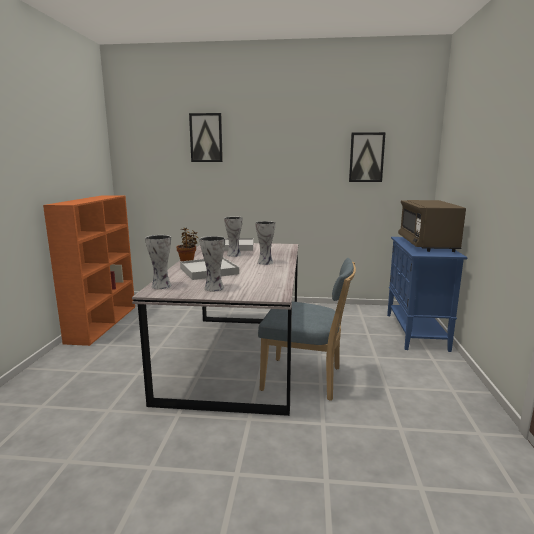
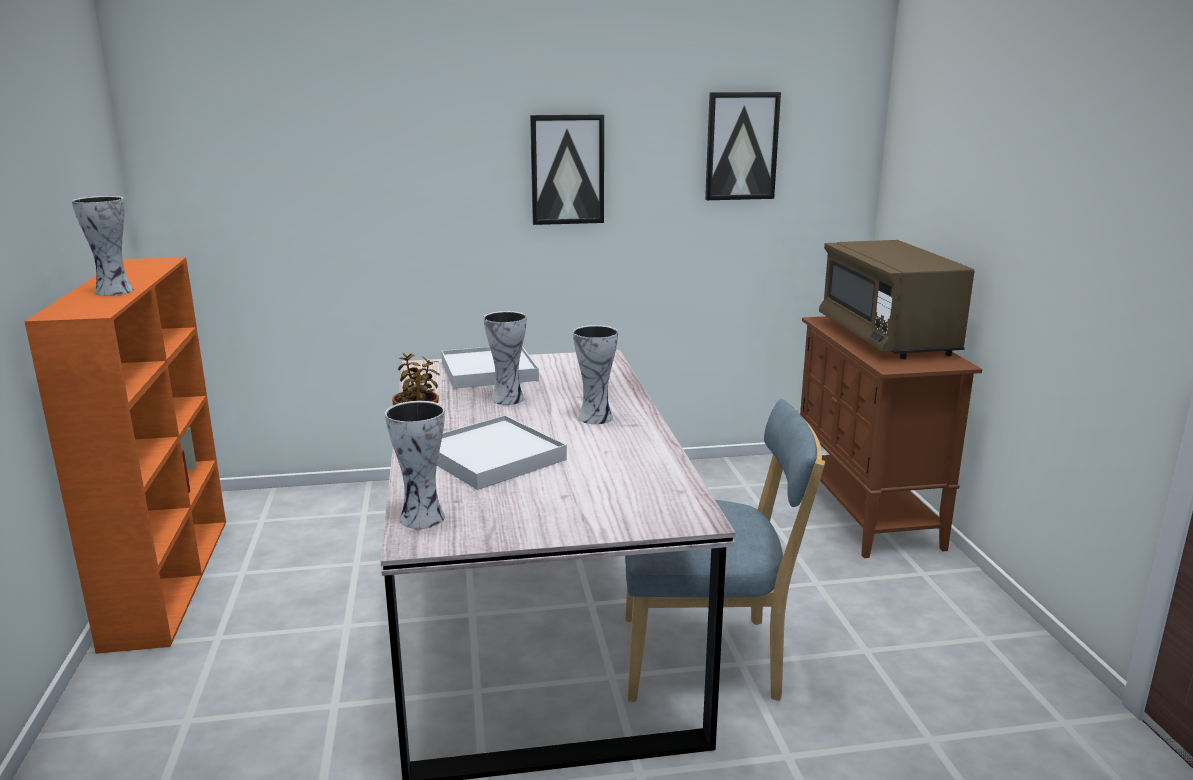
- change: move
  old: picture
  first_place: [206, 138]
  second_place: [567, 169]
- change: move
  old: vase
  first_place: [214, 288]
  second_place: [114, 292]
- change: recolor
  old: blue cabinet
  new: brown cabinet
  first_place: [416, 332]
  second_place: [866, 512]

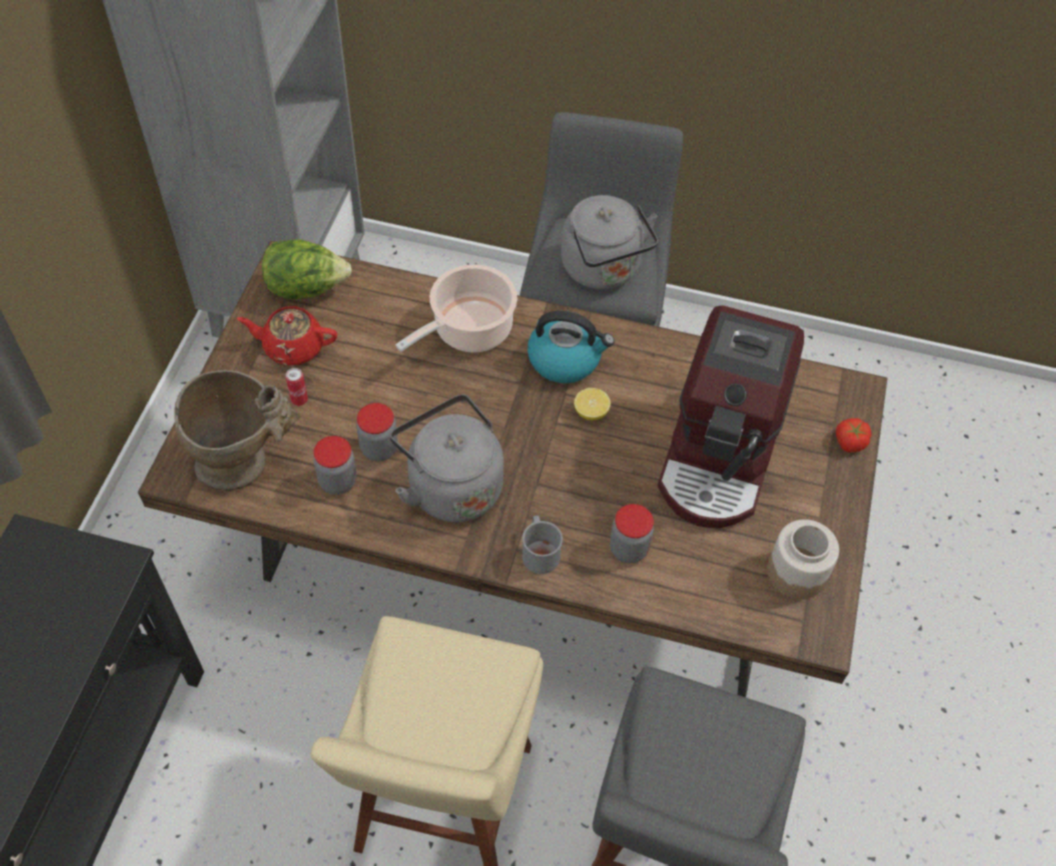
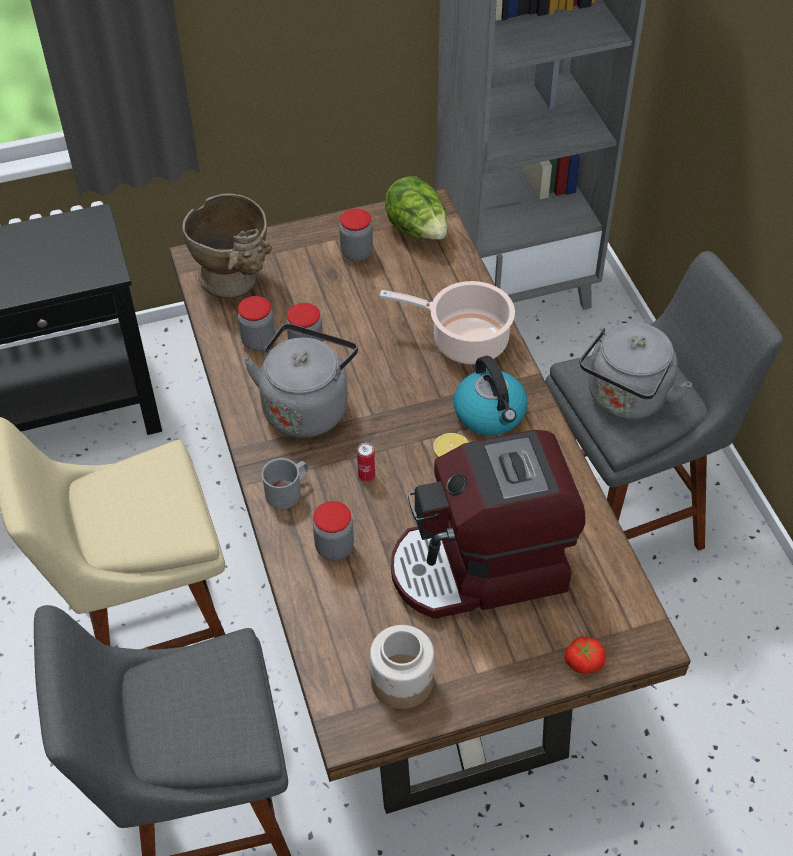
- change: replace
  old: red teapot
  new: jar
  first_place: [292, 347]
  second_place: [356, 253]
- change: move
  old: can
  first_place: [299, 400]
  second_place: [366, 476]

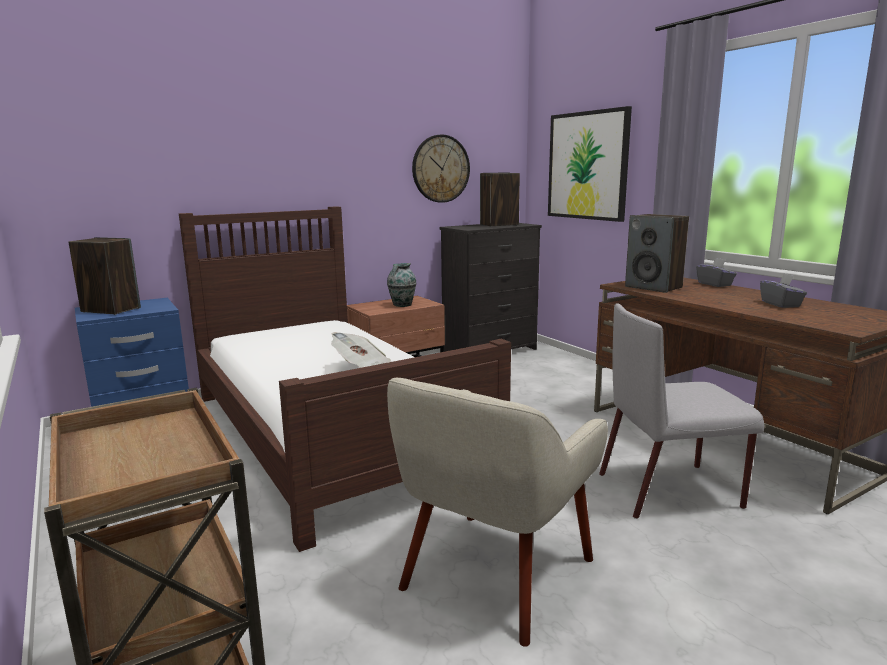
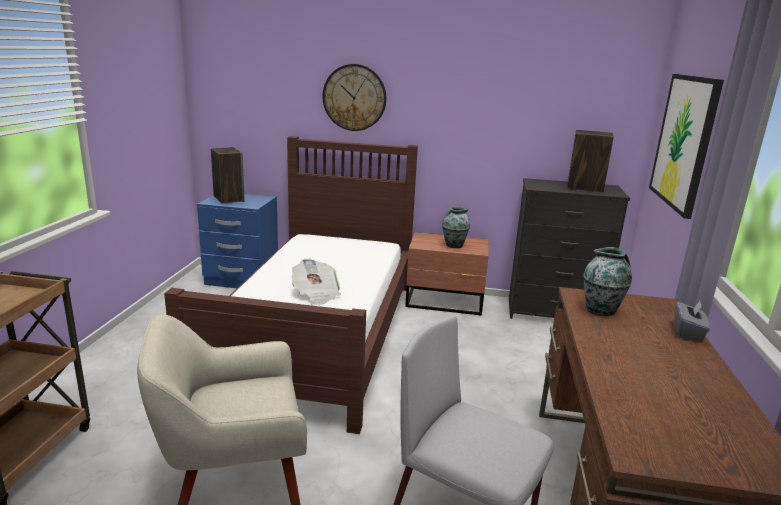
- change: move
  old: wall clock
  first_place: [440, 169]
  second_place: [354, 97]
- change: replace
  old: speaker
  new: vase
  first_place: [654, 287]
  second_place: [601, 310]
- change: delete
  old: grey tissue box
  first_place: [780, 304]

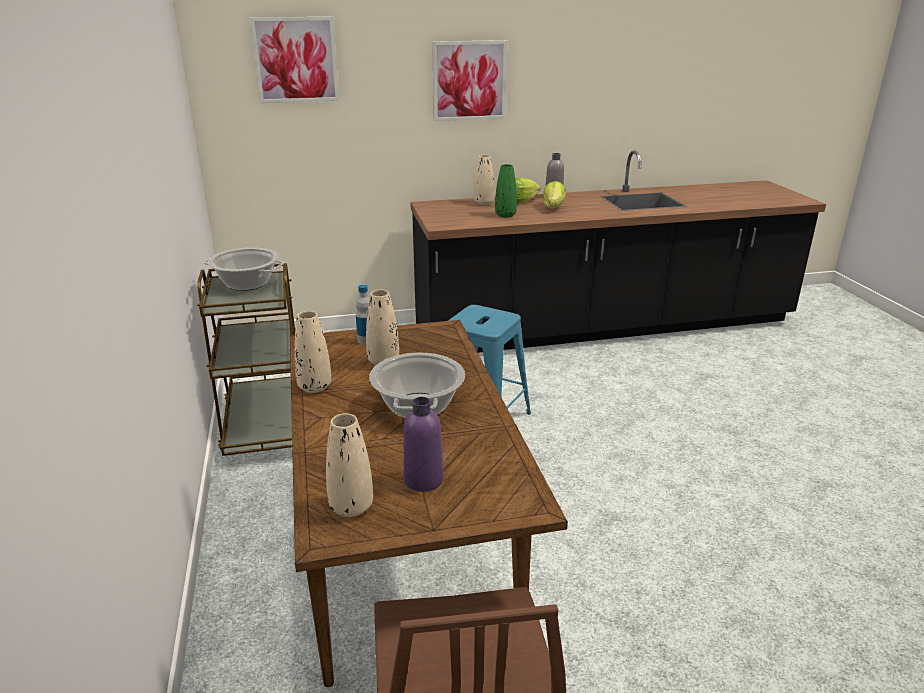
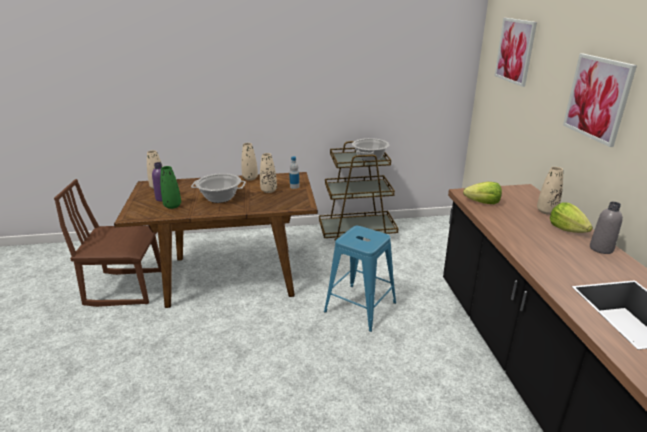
- change: move
  old: green vase
  first_place: [505, 215]
  second_place: [172, 206]
- change: move
  old: lettuce
  first_place: [553, 207]
  second_place: [483, 203]

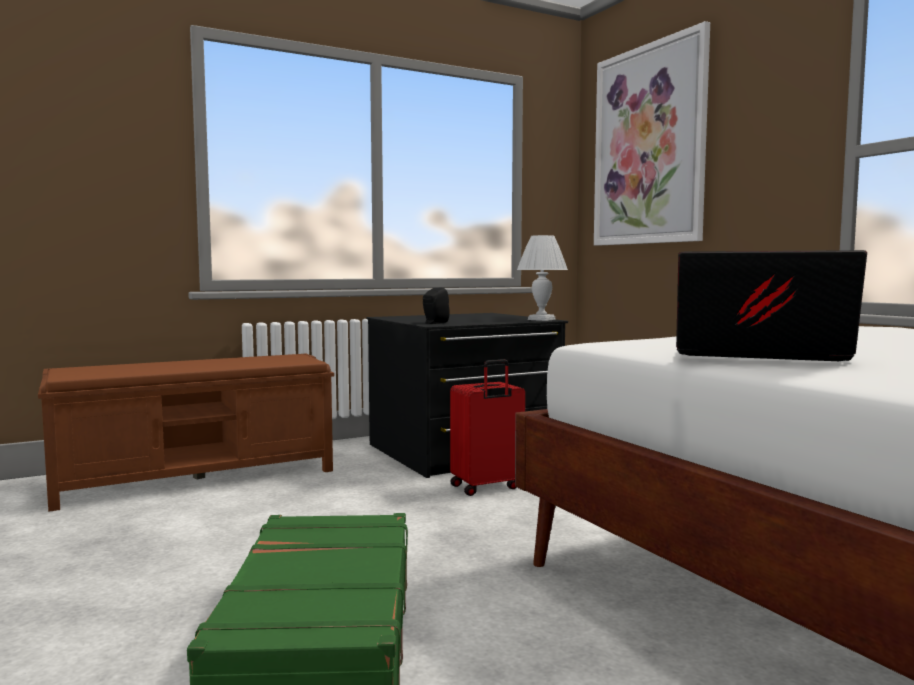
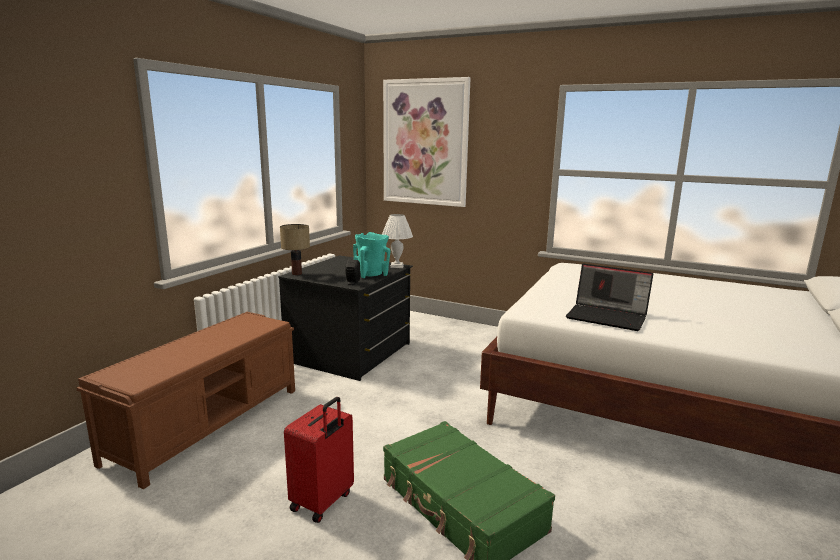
- change: rotate
  old: laptop
  first_place: [756, 355]
  second_place: [608, 317]
  degrees: -135
- change: move
  old: red suitcase
  first_place: [486, 487]
  second_place: [323, 502]
- change: insert
  new: table lamp
  second_place: [297, 274]
- change: insert
  new: turquoise vase
  second_place: [371, 274]

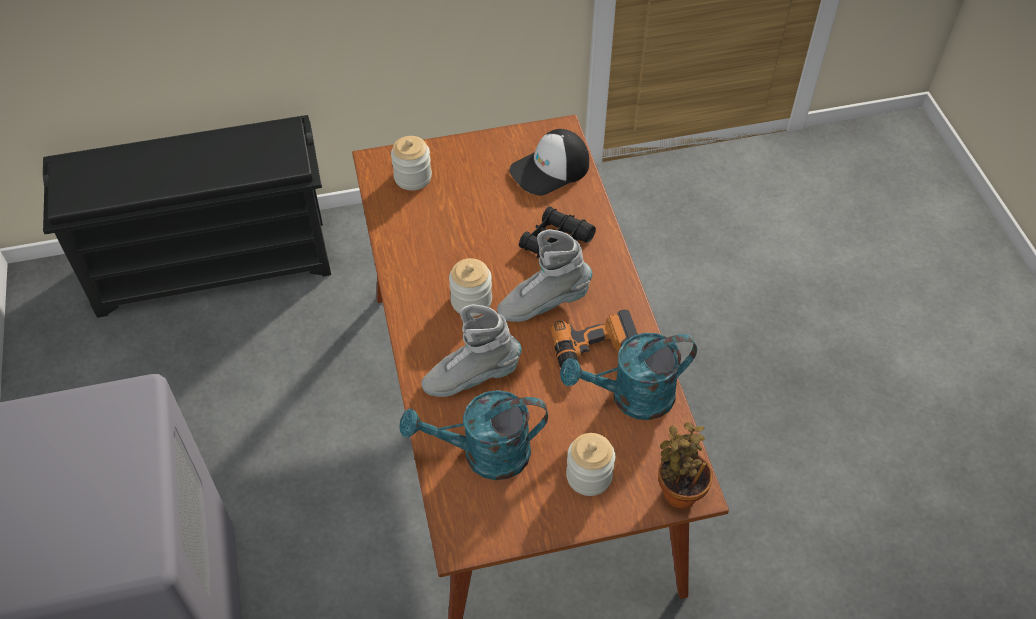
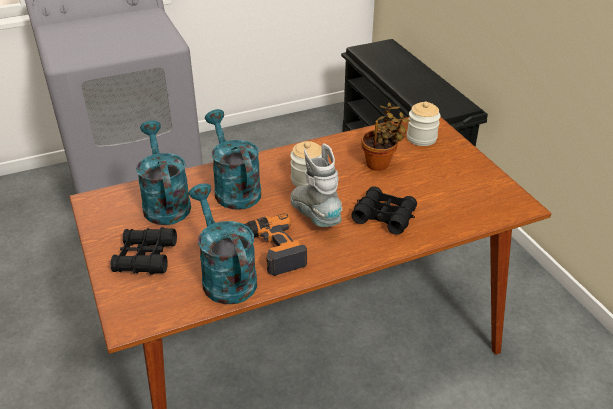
- change: delete
  old: cap
  first_place: [550, 169]
- change: replace
  old: grey boot
  new: turquoise watering can
  first_place: [471, 377]
  second_place: [234, 188]
- change: move
  old: potted plant
  first_place: [679, 490]
  second_place: [380, 164]
- change: replace
  old: jar
  new: black binoculars
  first_place: [589, 476]
  second_place: [145, 257]

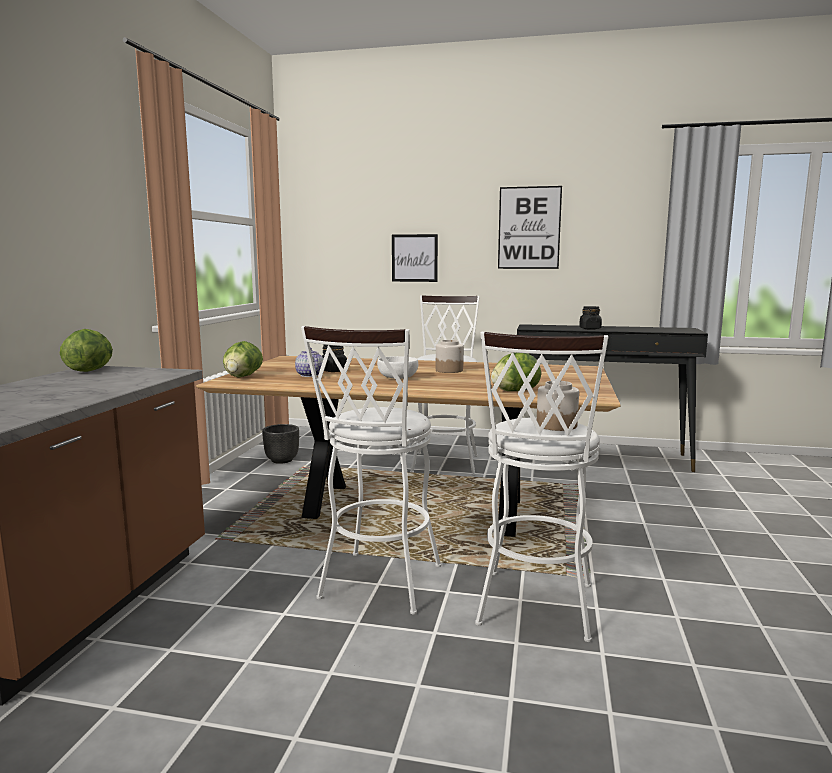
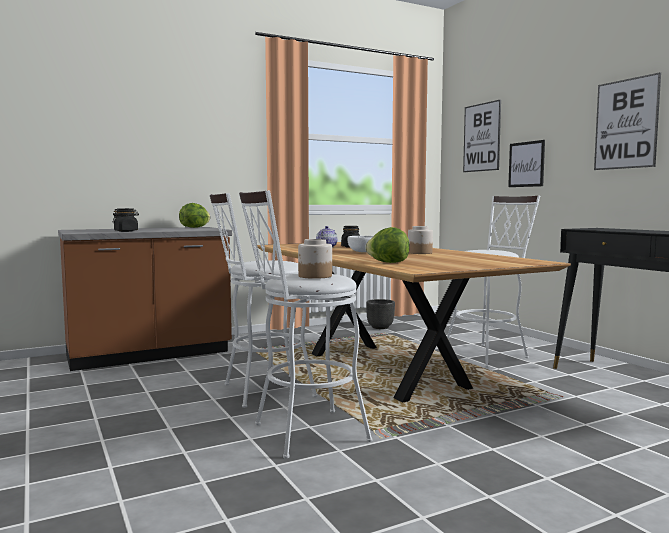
- change: move
  old: black jar
  first_place: [590, 328]
  second_place: [126, 231]
- change: delete
  old: lettuce
  first_place: [242, 376]
- change: insert
  new: picture
  second_place: [481, 137]

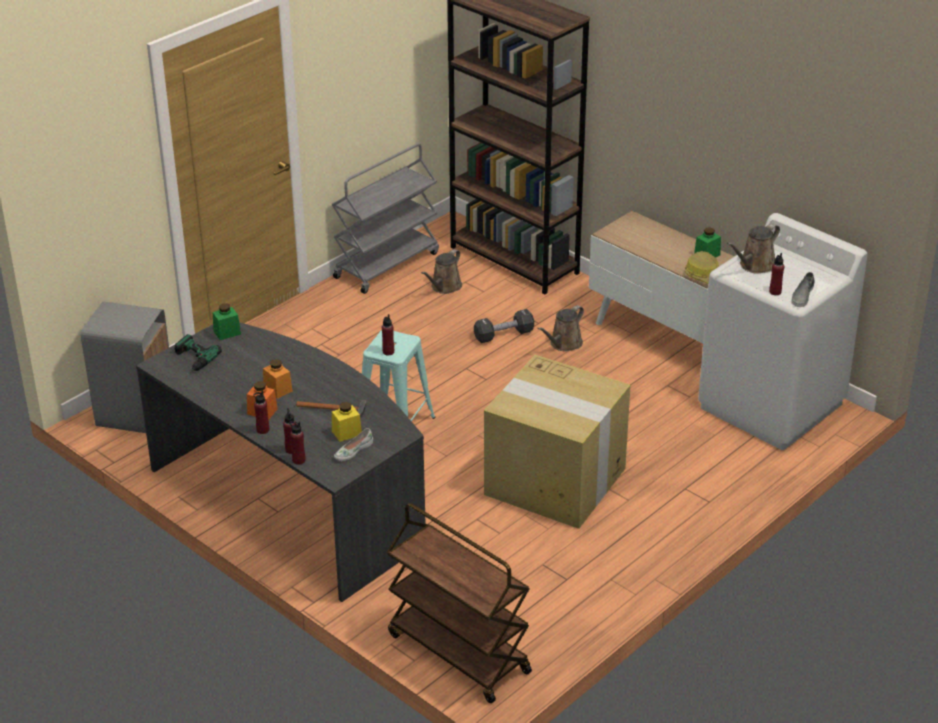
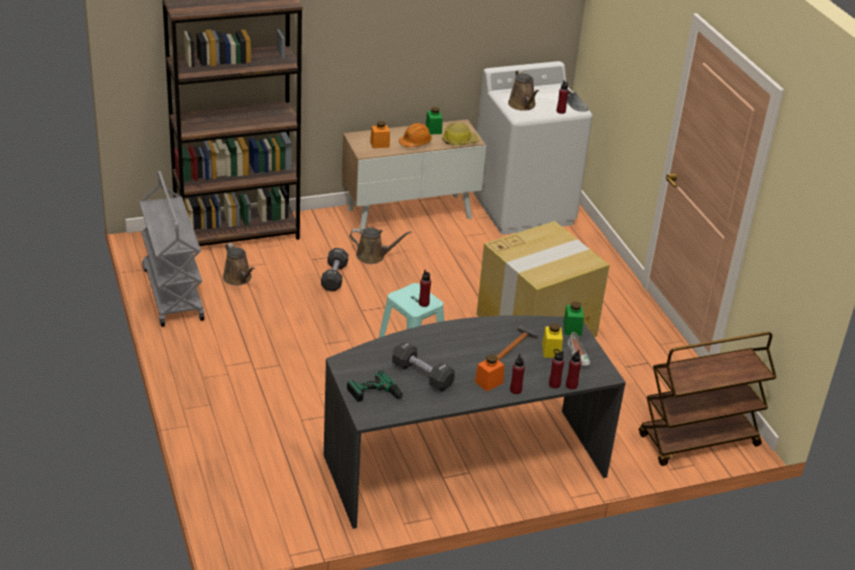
- change: delete
  old: grey trash can
  first_place: [136, 414]
- change: move
  old: green jar
  first_place: [227, 332]
  second_place: [572, 328]
- change: rotate
  old: brown watering can
  first_place: [564, 344]
  second_place: [373, 256]
  degrees: -60
- change: move
  old: orange jar
  first_place: [278, 389]
  second_place: [380, 144]
- change: insert
  new: orange hard hat
  second_place: [415, 142]
- change: insert
  new: black dumbbell
  second_place: [422, 375]

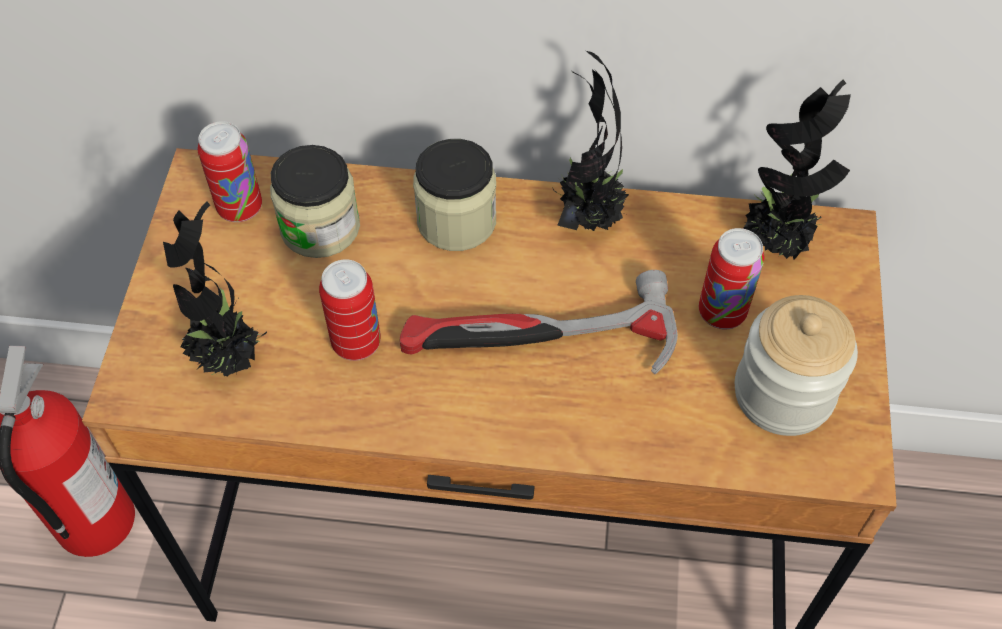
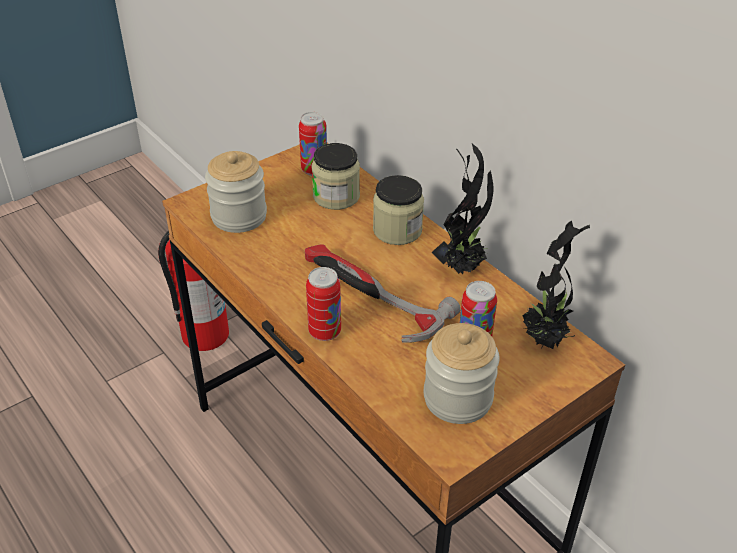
- change: replace
  old: potted plant
  new: jar
  first_place: [230, 358]
  second_place: [239, 216]
- change: move
  old: can
  first_place: [356, 343]
  second_place: [324, 332]

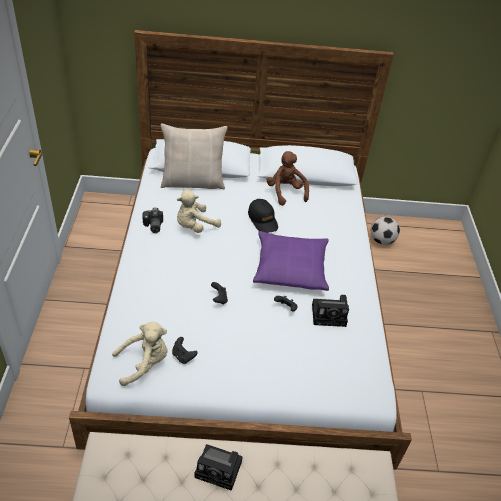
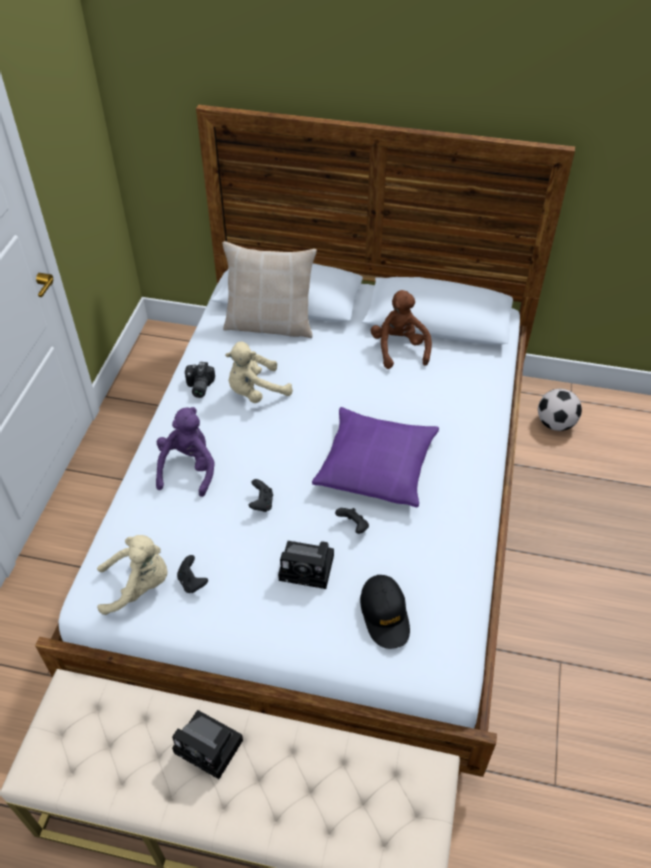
- change: move
  old: black cap
  first_place: [263, 220]
  second_place: [385, 615]
- change: move
  old: photo camera
  first_place: [330, 315]
  second_place: [309, 568]
- change: insert
  new: purple plush toy
  second_place: [188, 468]

